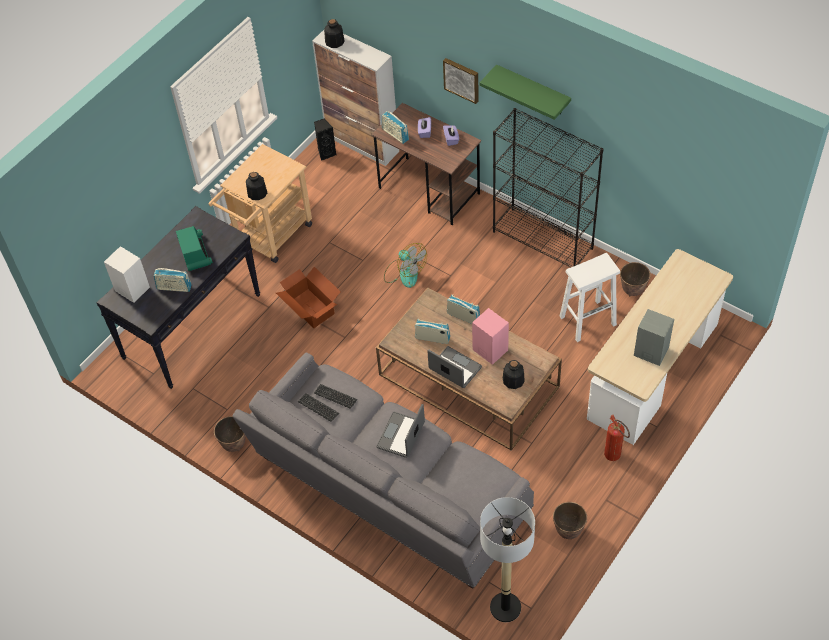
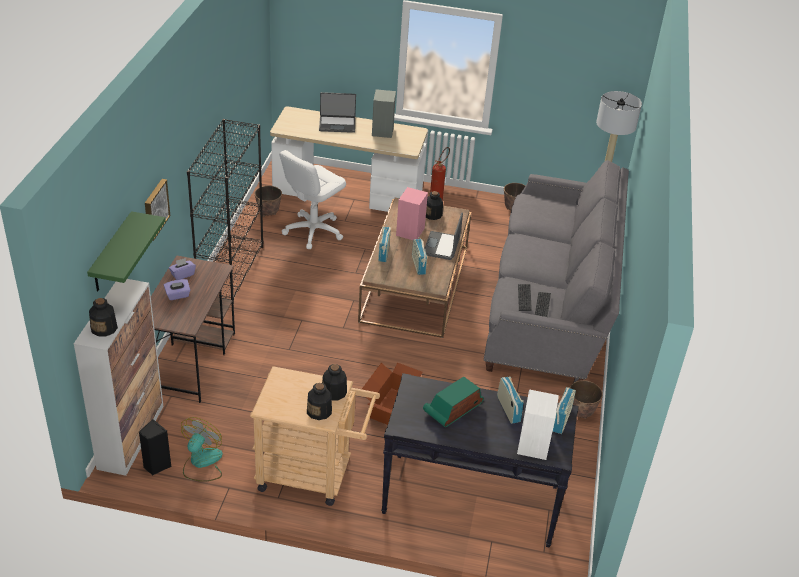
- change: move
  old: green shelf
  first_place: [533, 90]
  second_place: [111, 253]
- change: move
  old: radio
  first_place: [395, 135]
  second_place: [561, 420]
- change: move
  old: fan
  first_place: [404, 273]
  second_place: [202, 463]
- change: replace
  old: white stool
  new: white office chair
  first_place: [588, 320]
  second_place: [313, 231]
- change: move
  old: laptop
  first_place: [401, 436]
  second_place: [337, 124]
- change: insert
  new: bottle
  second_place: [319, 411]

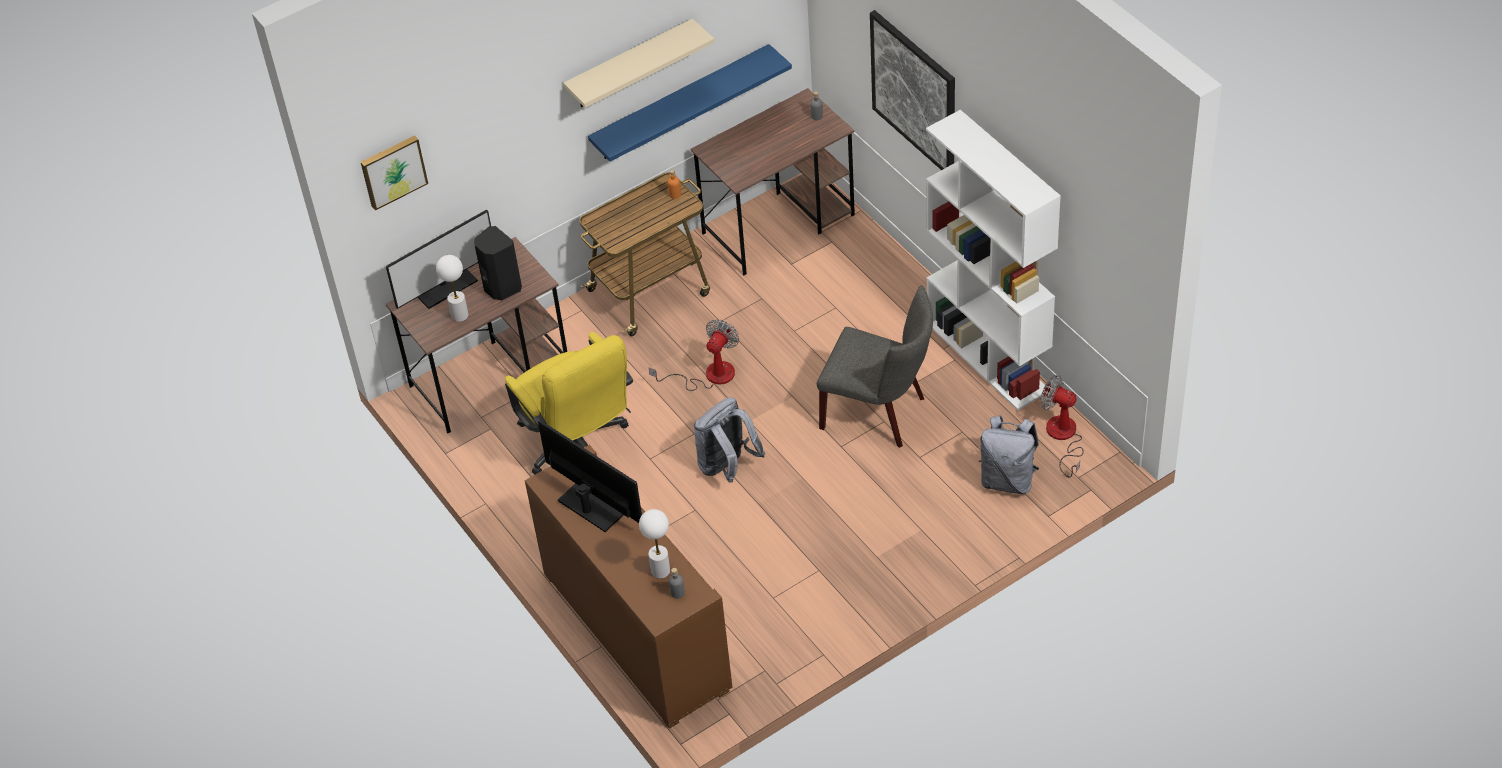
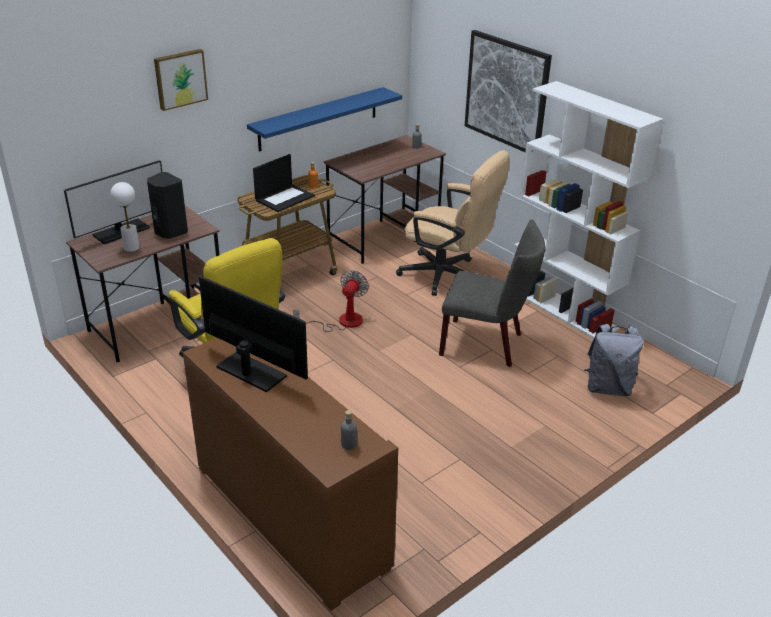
- change: delete
  old: beige shelf
  first_place: [630, 65]
- change: move
  old: picture
  first_place: [393, 170]
  second_place: [180, 79]
- change: delete
  old: fan
  first_place: [1063, 437]
- change: delete
  old: grey backpack
  first_place: [727, 467]
- change: delete
  old: white table lamp
  first_place: [660, 571]
- change: insert
  new: beige office chair
  second_place: [448, 277]
- change: insert
  new: laptop
  second_place: [284, 198]

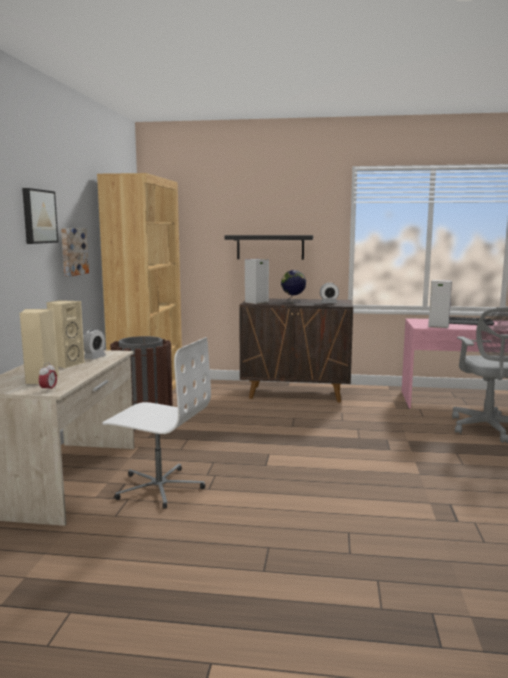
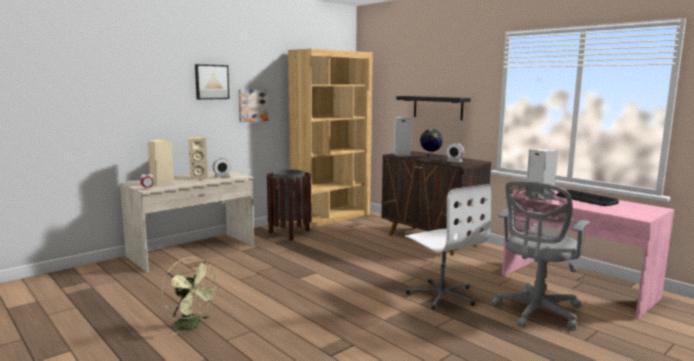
- change: move
  old: white office chair
  first_place: [159, 487]
  second_place: [442, 295]
- change: insert
  new: green fan
  second_place: [192, 325]

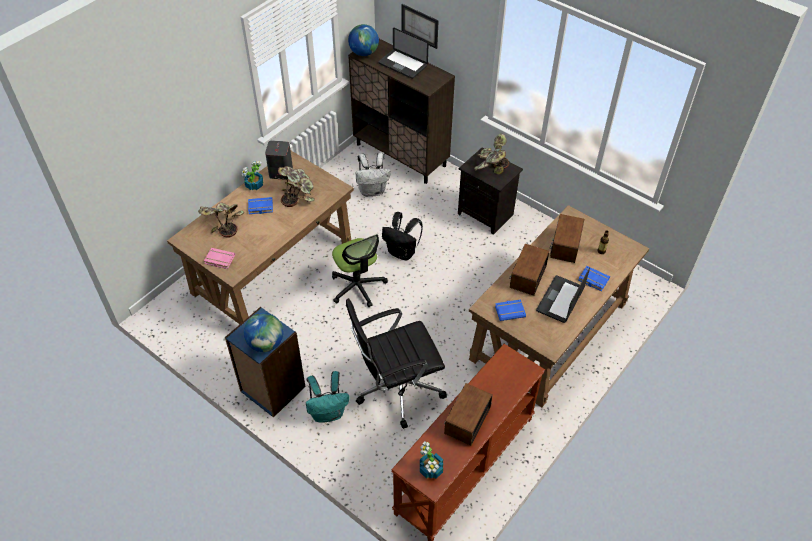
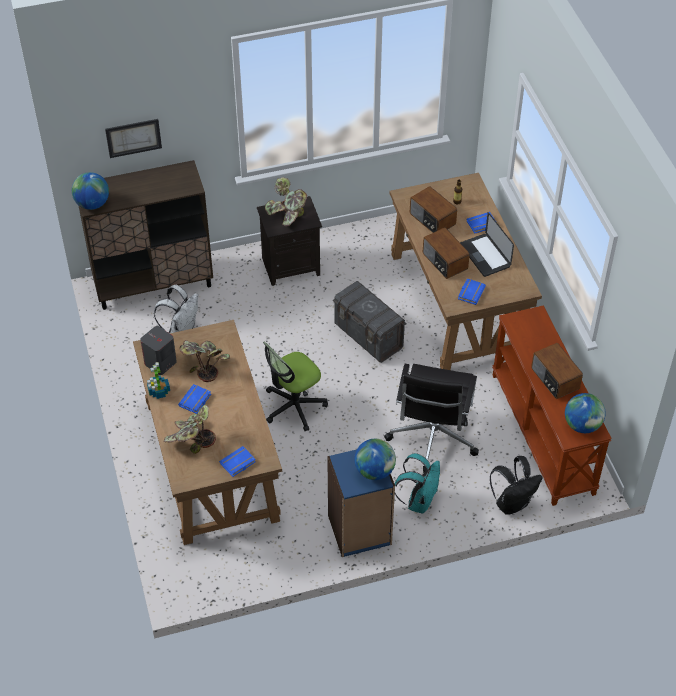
- change: delete
  old: laptop
  first_place: [402, 65]
- change: move
  old: black backpack
  first_place: [402, 252]
  second_place: [512, 503]
- change: rotate
  old: office chair
  first_place: [358, 287]
  second_place: [294, 406]
  degrees: 135
- change: recolor
  old: pink book
  new: blue book
  first_place: [219, 260]
  second_place: [237, 464]
- change: replace
  old: potted plant
  new: globe
  first_place: [431, 470]
  second_place: [582, 425]
- change: insert
  new: grey storage box
  second_place: [368, 336]

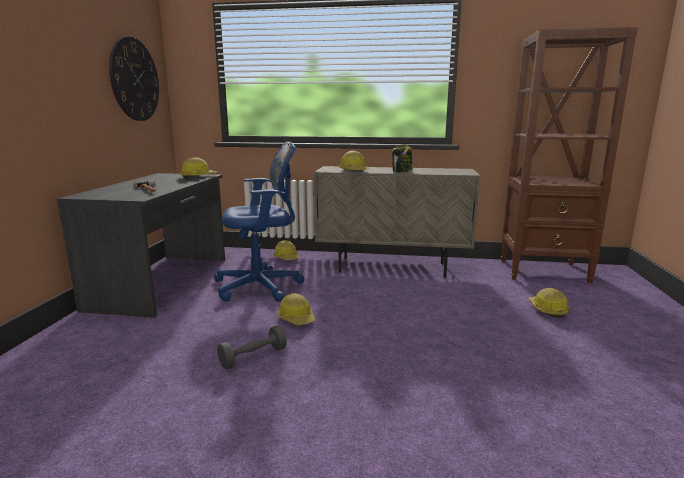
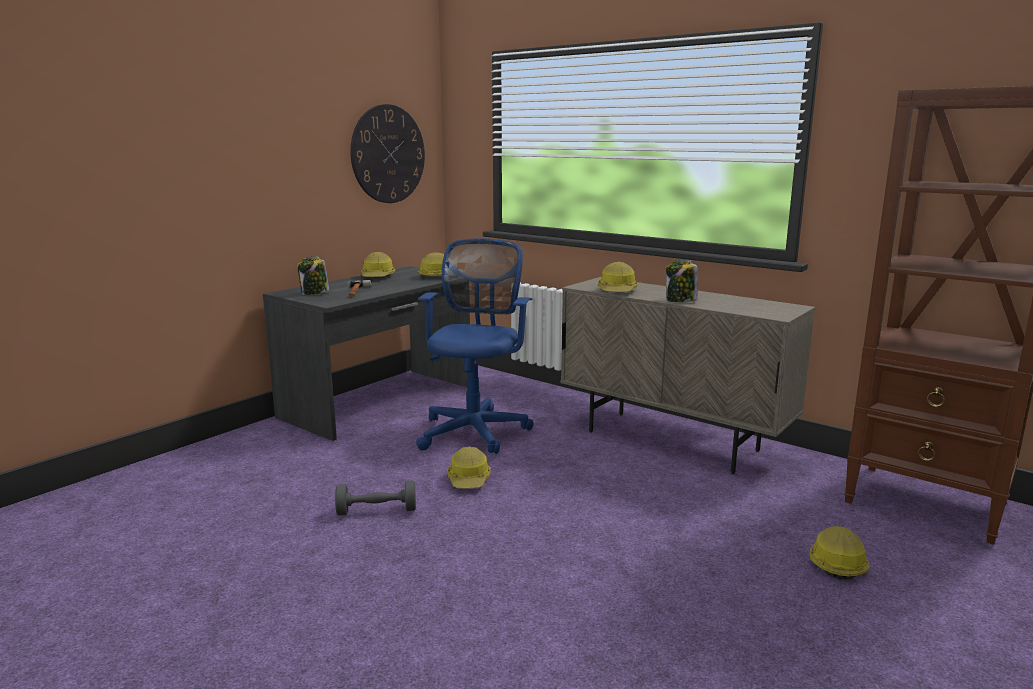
- change: rotate
  old: blue office chair
  first_place: [262, 286]
  second_place: [475, 430]
  degrees: -90
- change: move
  old: hard hat
  first_place: [287, 257]
  second_place: [378, 277]
- change: insert
  new: jar
  second_place: [314, 293]

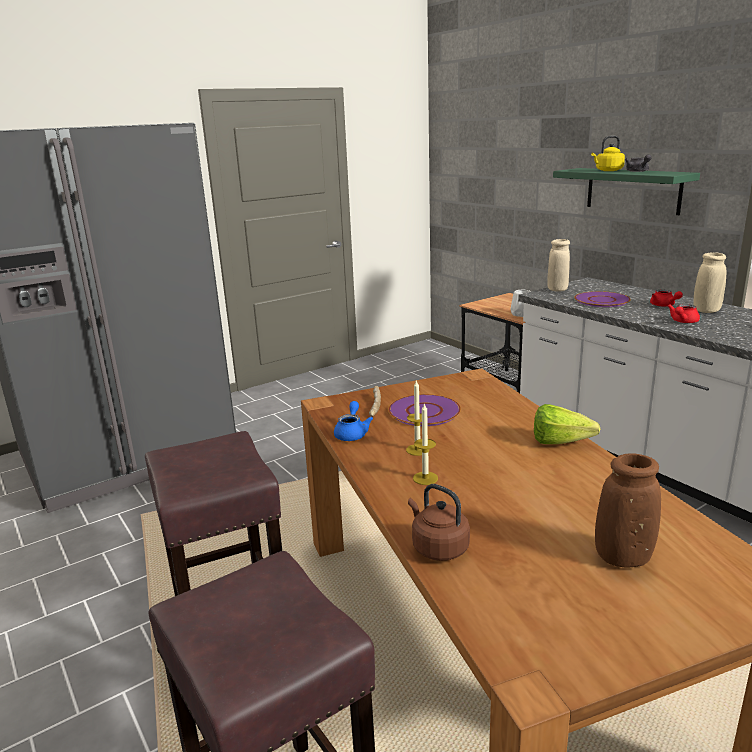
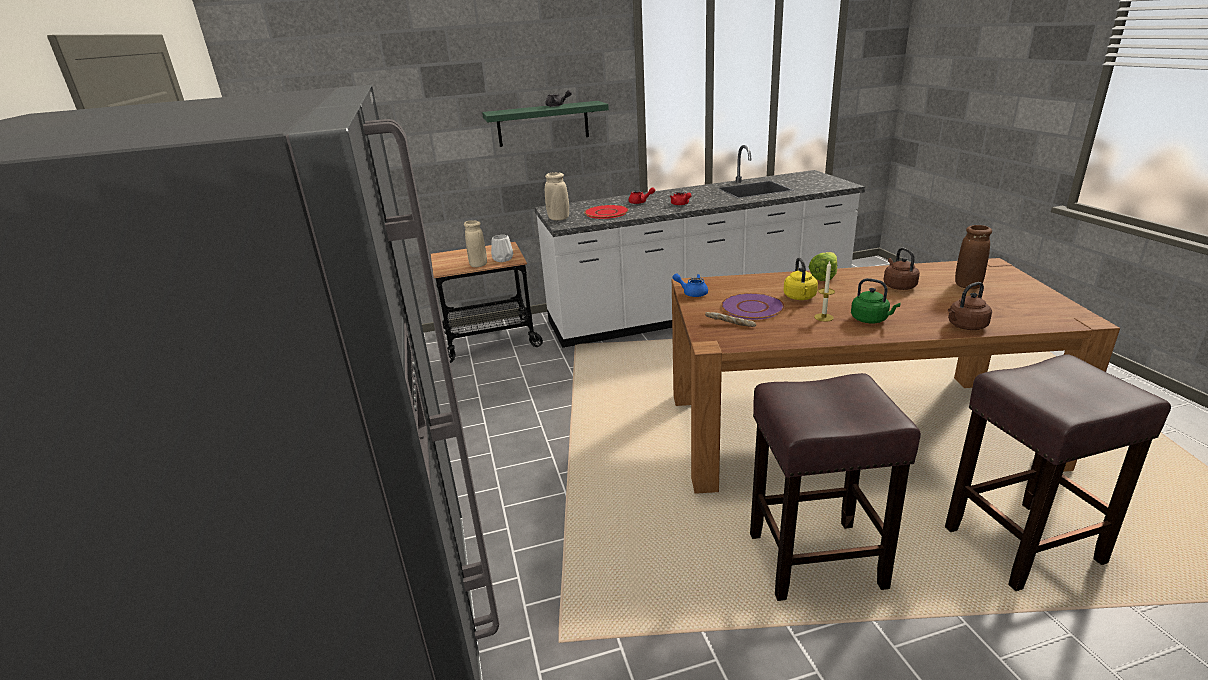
- change: move
  old: yellow kettle
  first_place: [607, 170]
  second_place: [800, 297]
- change: move
  old: beige vase
  first_place: [706, 311]
  second_place: [478, 265]
- change: recolor
  old: purple plate
  new: red plate
  first_place: [602, 300]
  second_place: [606, 213]
- change: move
  old: blue teapot
  first_place: [352, 433]
  second_place: [692, 293]
- change: replace
  old: candle
  new: green kettle
  first_place: [425, 478]
  second_place: [871, 320]
- change: insert
  new: brown kettle
  second_place: [898, 286]

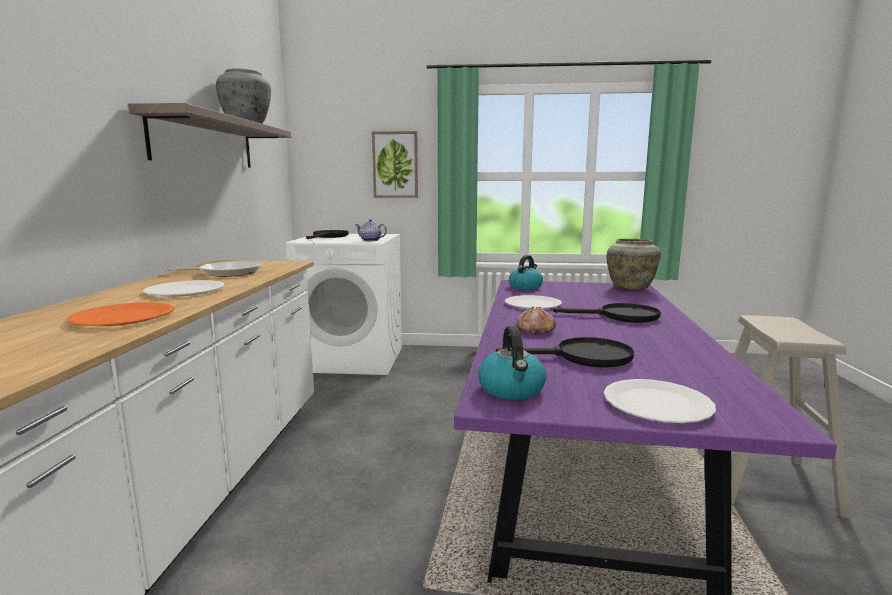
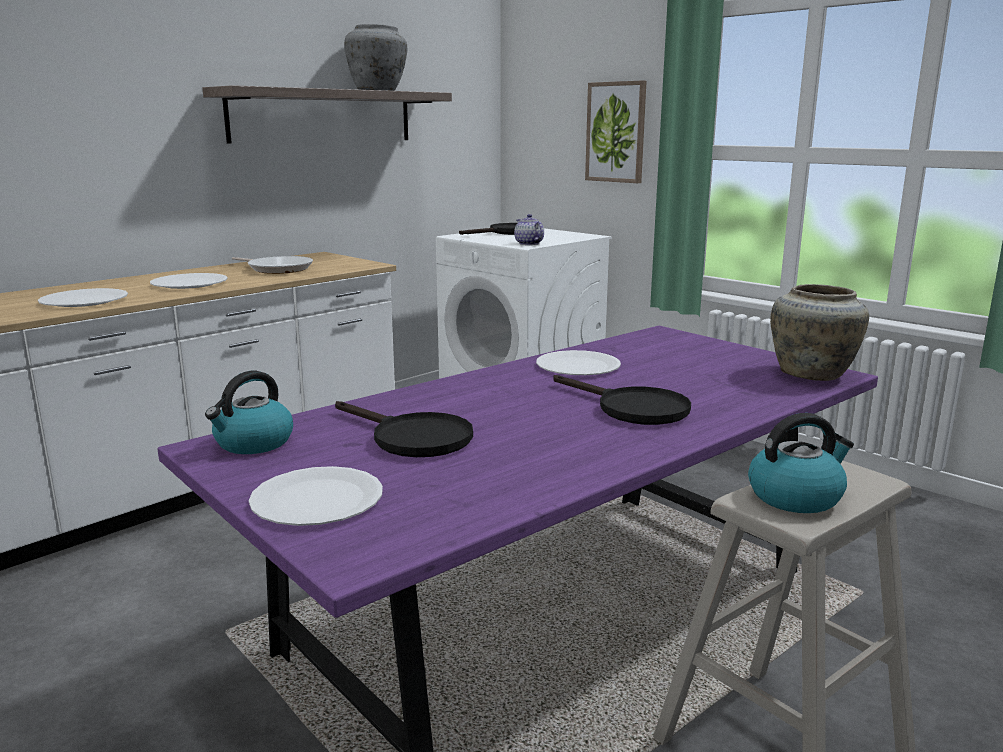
- change: move
  old: kettle
  first_place: [525, 287]
  second_place: [796, 496]
- change: recolor
  old: orange plate
  new: white plate
  first_place: [123, 317]
  second_place: [84, 300]
- change: delete
  old: bread
  first_place: [534, 330]

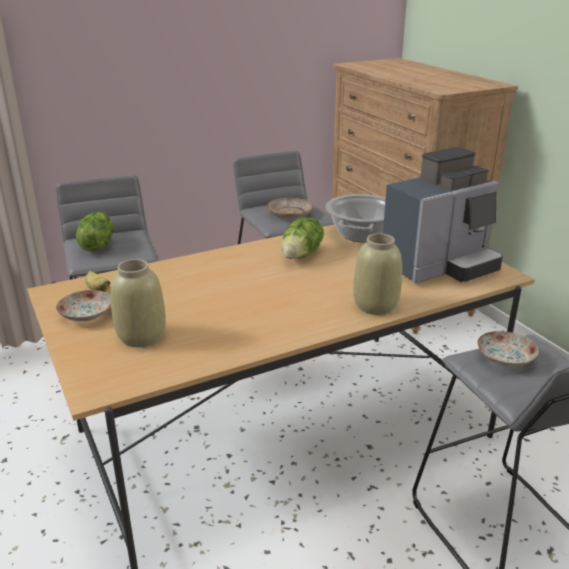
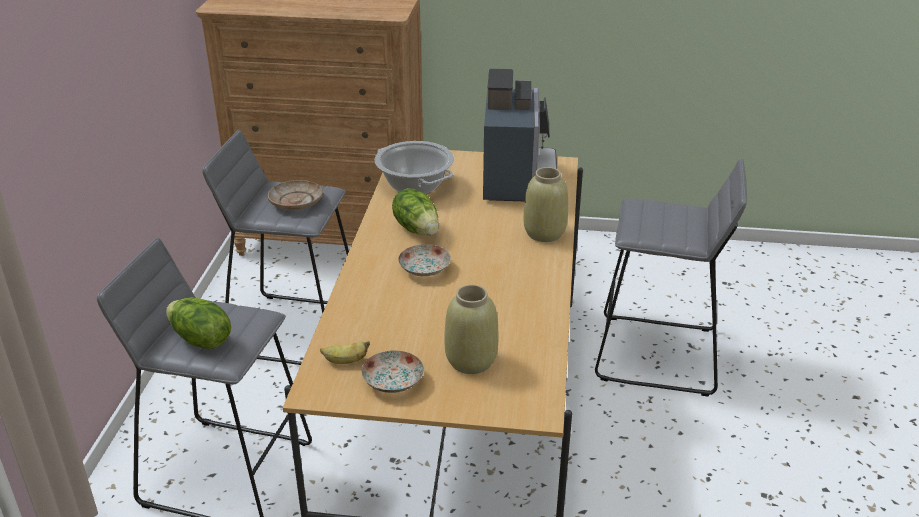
- change: move
  old: plate
  first_place: [505, 358]
  second_place: [424, 269]

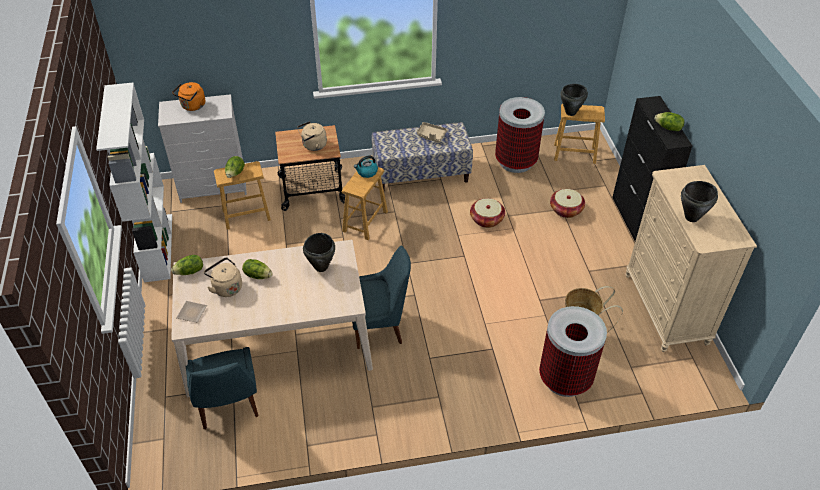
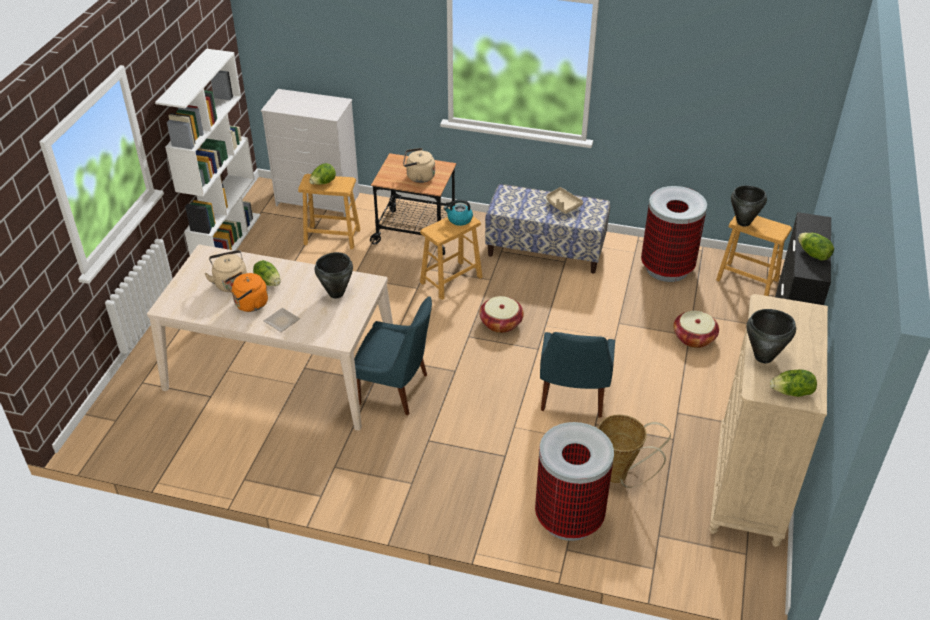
- change: move
  old: orange kettle
  first_place: [192, 106]
  second_place: [249, 305]
- change: move
  old: basket
  first_place: [486, 219]
  second_place: [501, 323]
- change: move
  old: lettuce
  first_place: [190, 272]
  second_place: [792, 392]
- change: move
  old: plate
  first_place: [192, 313]
  second_place: [281, 322]
- change: move
  old: blue chair
  first_place: [228, 405]
  second_place: [572, 397]

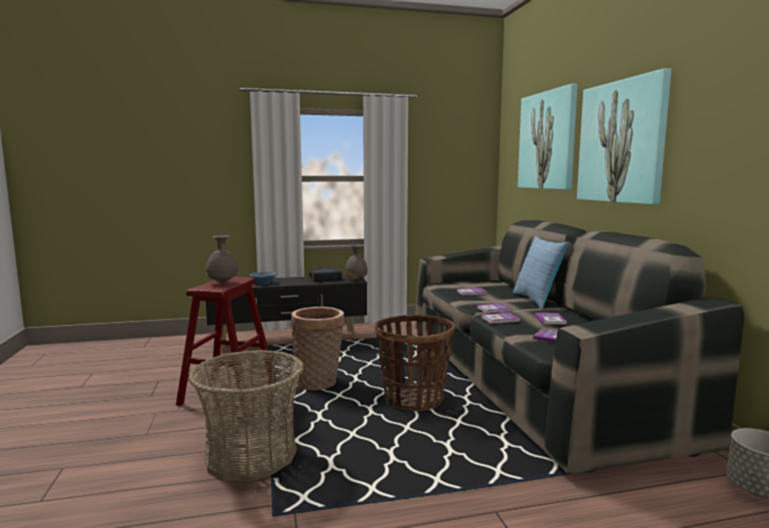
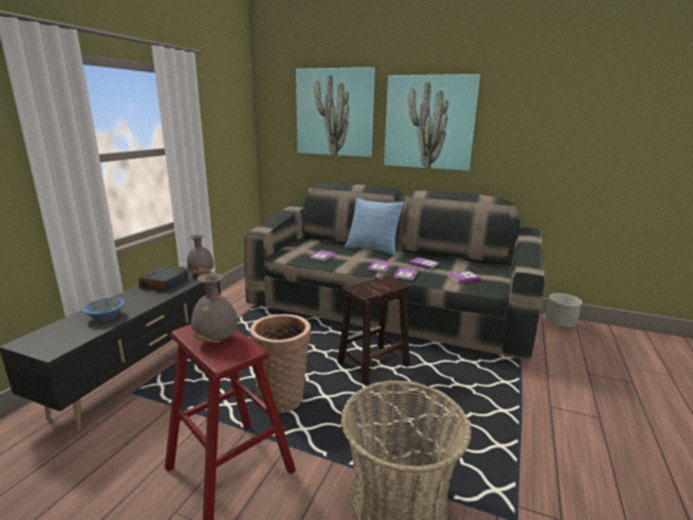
- change: replace
  old: basket
  new: brown stool
  first_place: [413, 399]
  second_place: [372, 365]

